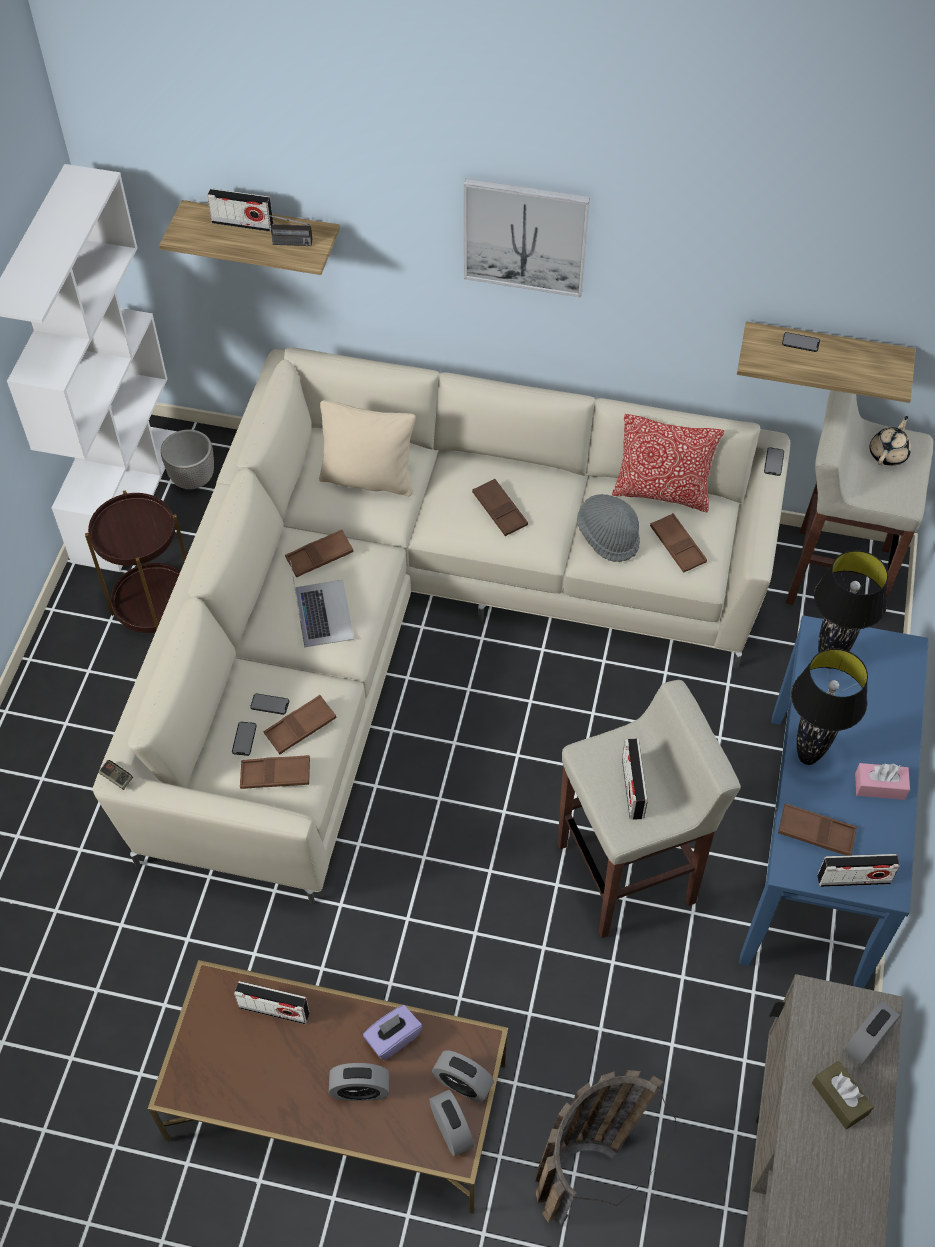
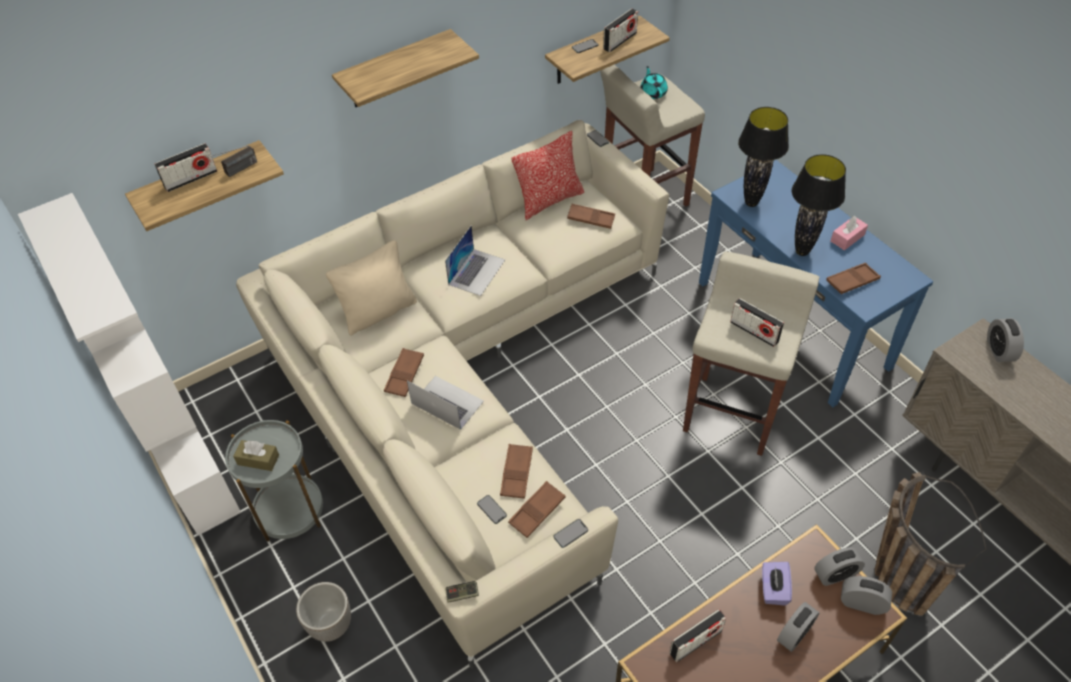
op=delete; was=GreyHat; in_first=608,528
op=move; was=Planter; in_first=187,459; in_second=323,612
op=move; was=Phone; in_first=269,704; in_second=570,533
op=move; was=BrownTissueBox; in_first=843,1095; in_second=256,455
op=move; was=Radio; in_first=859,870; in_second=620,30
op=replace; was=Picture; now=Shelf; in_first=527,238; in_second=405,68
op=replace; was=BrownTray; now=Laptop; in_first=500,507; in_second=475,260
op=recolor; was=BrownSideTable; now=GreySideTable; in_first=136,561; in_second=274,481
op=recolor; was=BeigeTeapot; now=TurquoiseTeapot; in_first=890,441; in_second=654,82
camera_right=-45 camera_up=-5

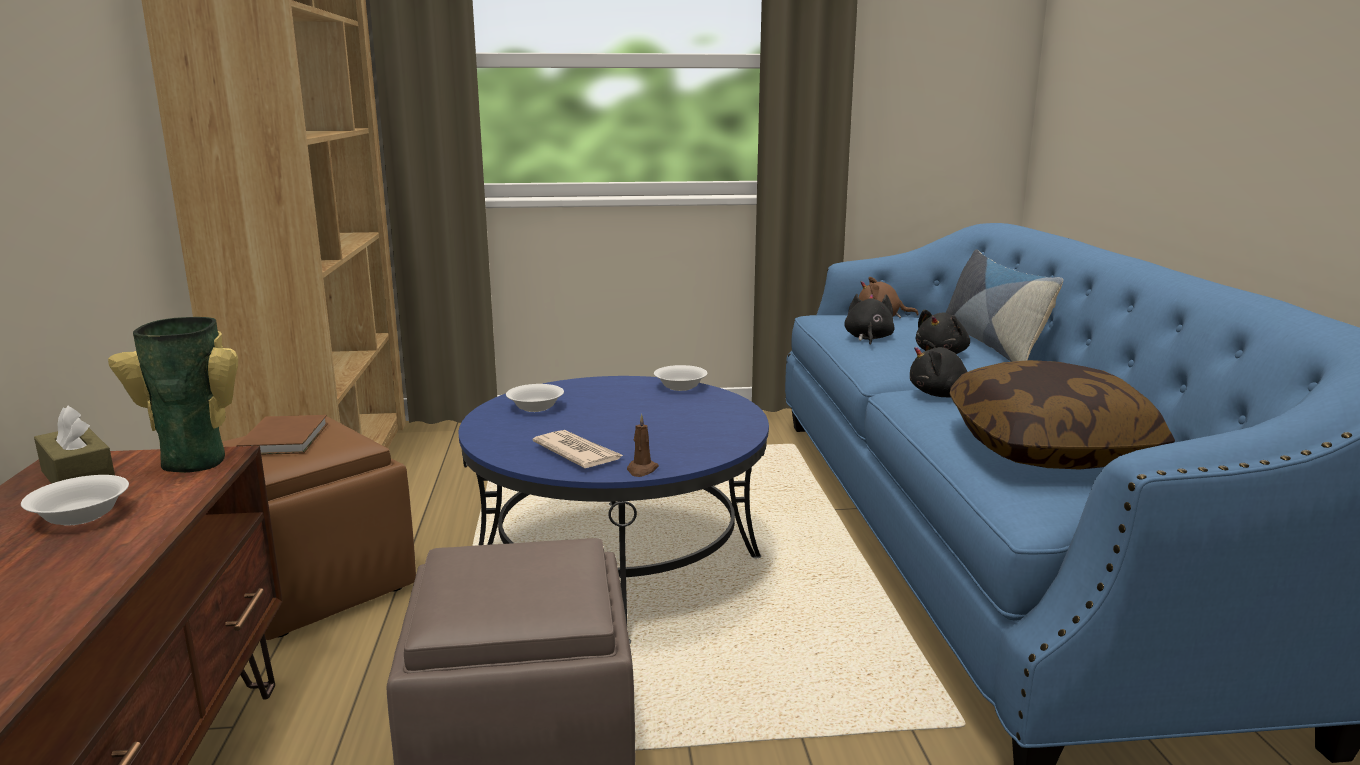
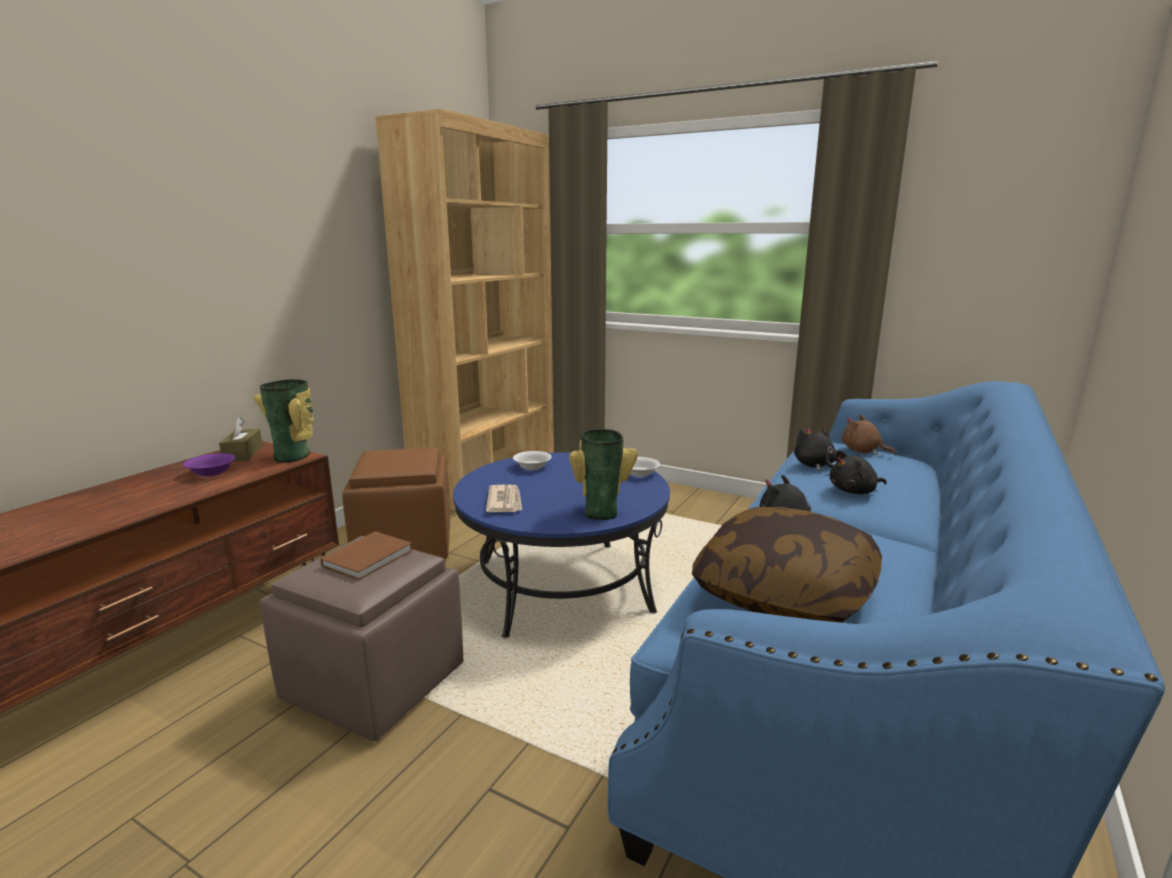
op=delete; was=BrownCandle; in_first=643,445
op=delete; was=Pillow; in_first=1004,305
op=insert; now=Vase; in_second=603,474
op=move; was=BrownBook; in_first=282,435; in_second=366,555
op=recolor; was=WhiteBowl; now=PurpleBowl; in_first=75,500; in_second=209,465
op=rotate; was=BlackPlushToy; in_first=869,319; in_second=815,448; clockwise=-60
camera_right=35 camera_up=0

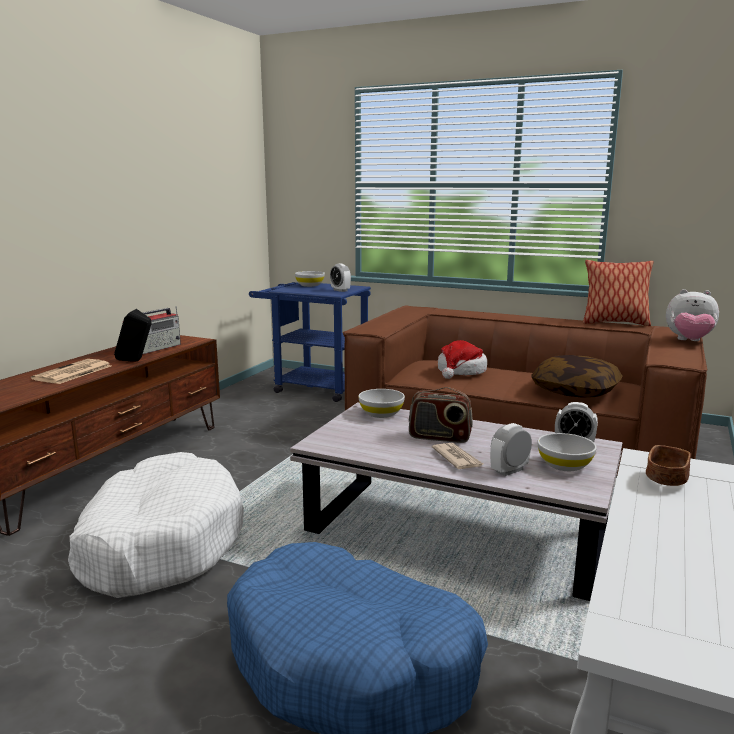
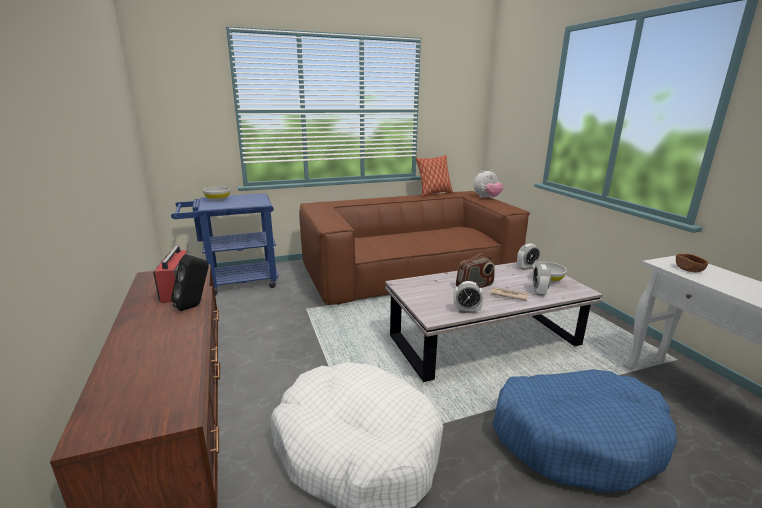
op=delete; was=Newspaper; in_first=71,371
op=delete; was=WhiteBowl; in_first=381,403
op=delete; was=Hat; in_first=462,359
op=delete; was=Pillow; in_first=577,376
op=move; was=AlarmClock; in_first=340,278; in_second=468,297
camera_right=-45 camera_up=5

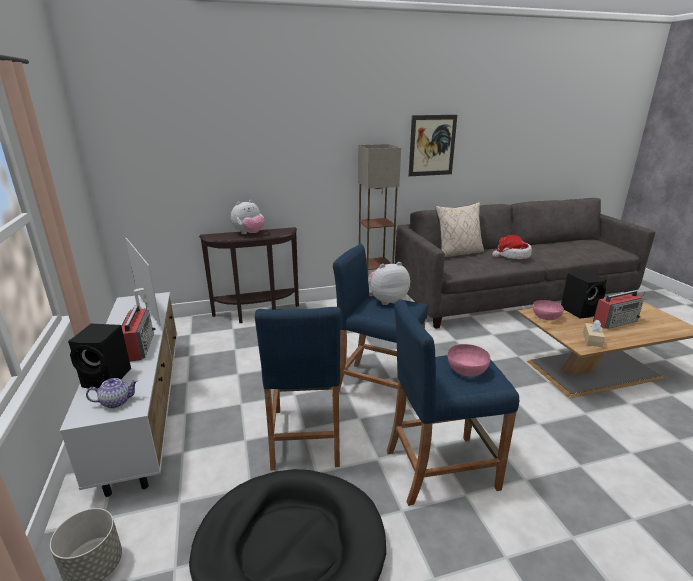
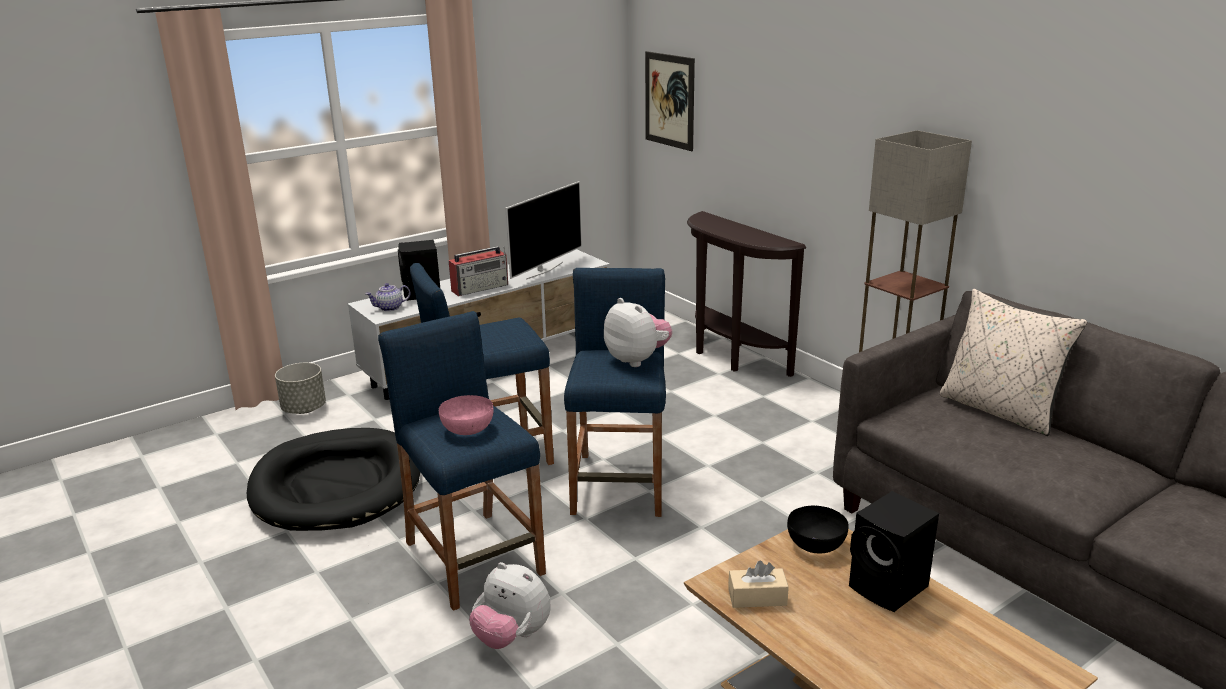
op=delete; was=Hat; in_first=512,247
op=delete; was=Radio; in_first=619,309
op=move; was=PlushToy; in_first=248,217; in_second=510,605
op=move; was=Picture; in_first=433,145; in_second=670,101
op=recolor; was=PinkBowl; now=BlackBowl; in_first=548,310; in_second=817,529
op=rotate; was=Teapot; in_first=112,393; in_second=388,297; clockwise=105
camera_right=70 camera_up=0

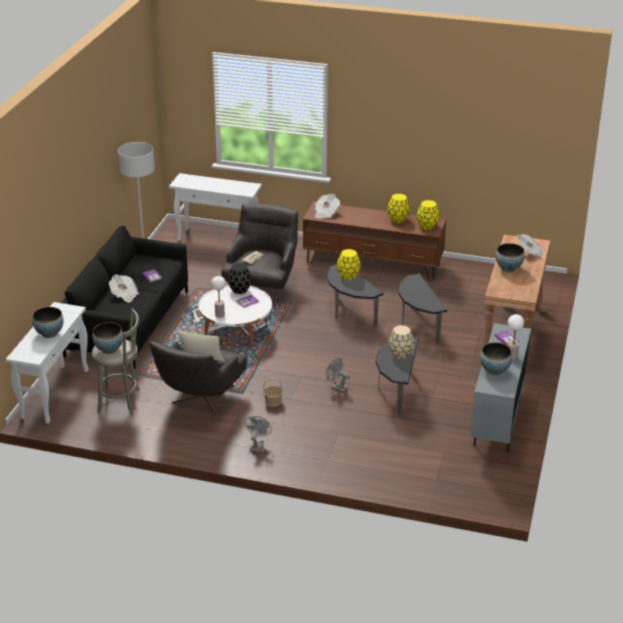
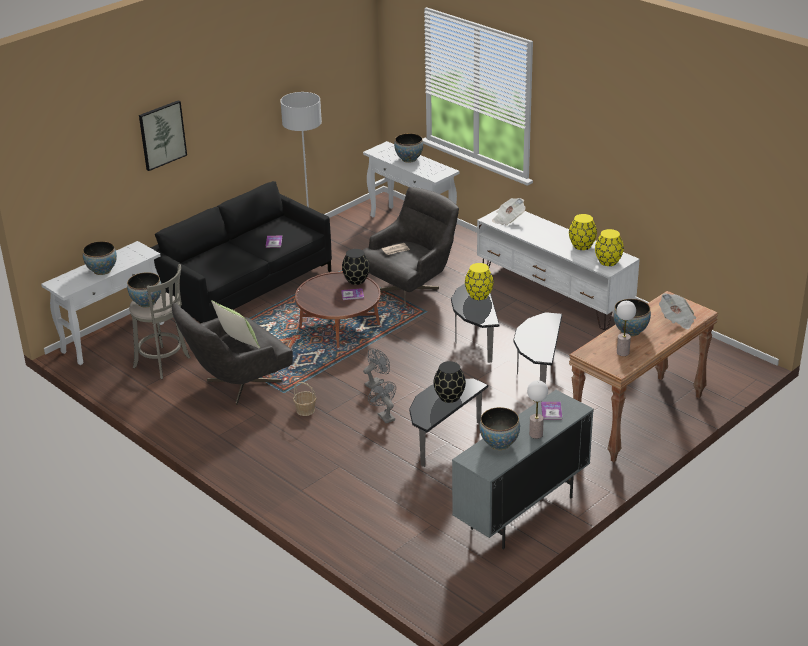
op=delete; was=Newspaper; in_first=124,288
op=insert; now=Picture; in_second=163,135
op=insert; now=Bowl; in_second=408,148
op=move; was=TableLamp; in_first=218,297; in_second=626,328
op=move; was=GreyFan; in_first=258,434; in_second=376,368
op=recolor; was=WhiteCoffeeTable; now=BrownCoffeeTable; in_first=235,316; in_second=338,310
op=recolor; was=BrownTvStand; now=WhiteTvStand; in_first=374,241; in_second=558,269
op=recolor; was=BeigeVase; now=BlackVase; in_first=401,342; in_second=450,382
camera_right=30 camera_up=0

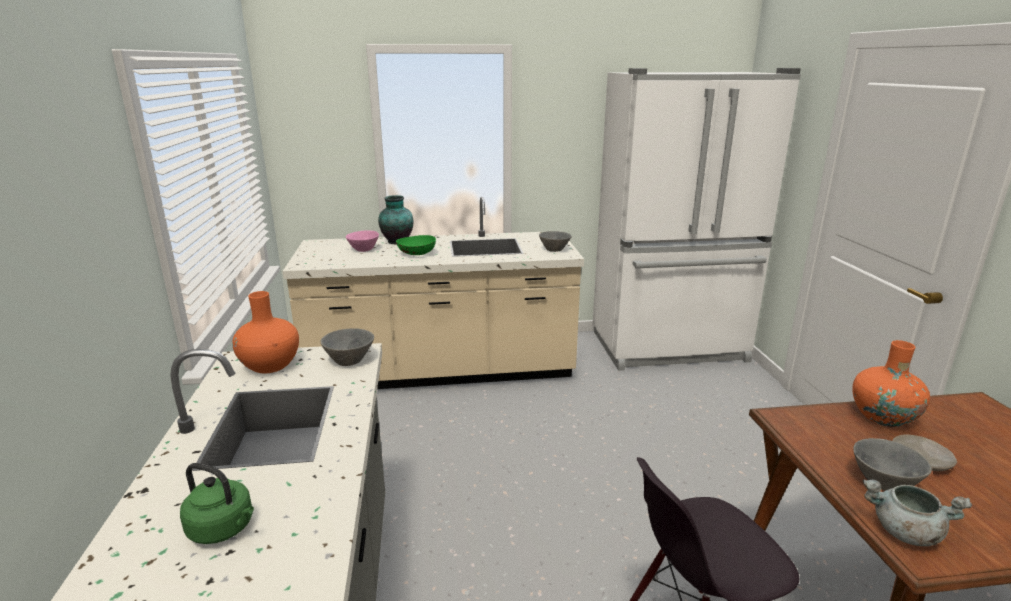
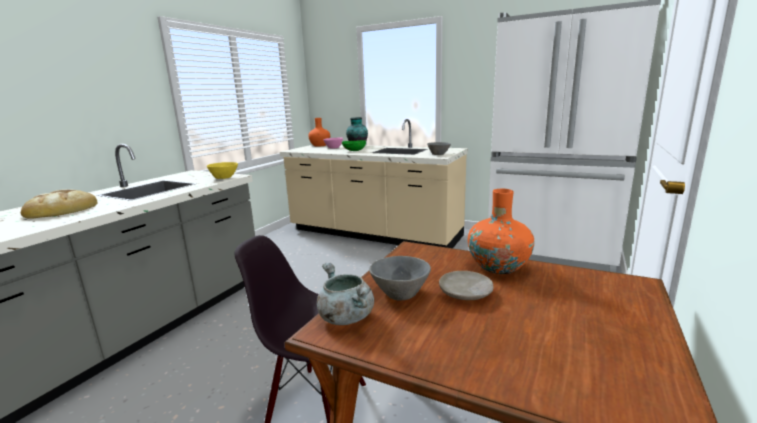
op=move; was=OrangeVase; in_first=265,332; in_second=319,132
op=replace; was=GreenKettle; now=Bread; in_first=217,503; in_second=59,204
op=recolor; was=GreyBowl; now=YellowBowl; in_first=347,347; in_second=222,170
camera_right=35 camera_up=-5

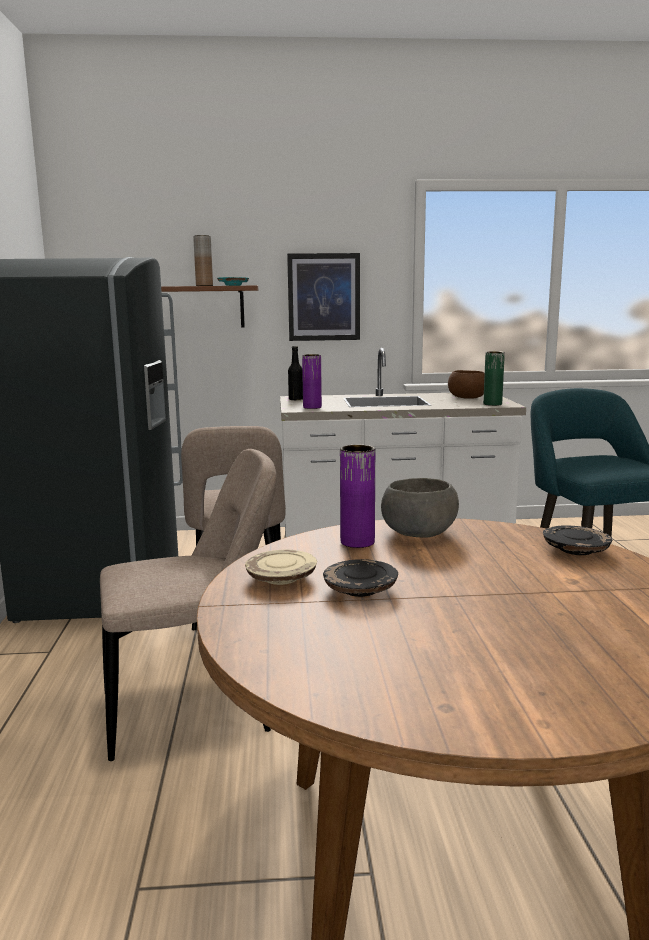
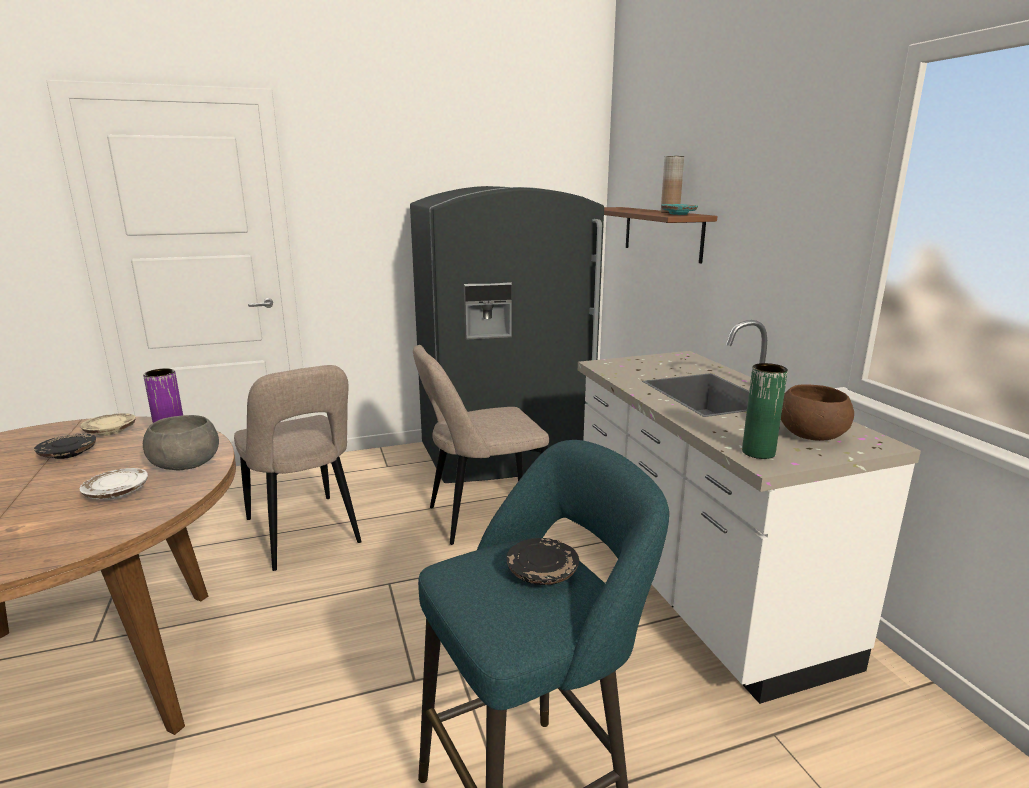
op=delete; was=Picture; in_first=323,297
op=delete; was=BlackBottle; in_first=295,373
op=delete; was=PurpleVase; in_first=312,381
op=insert; now=WhitePlate; in_second=113,484
op=move; was=BlackPlate; in_first=577,540; in_second=542,561
camera_right=75 camera_up=5

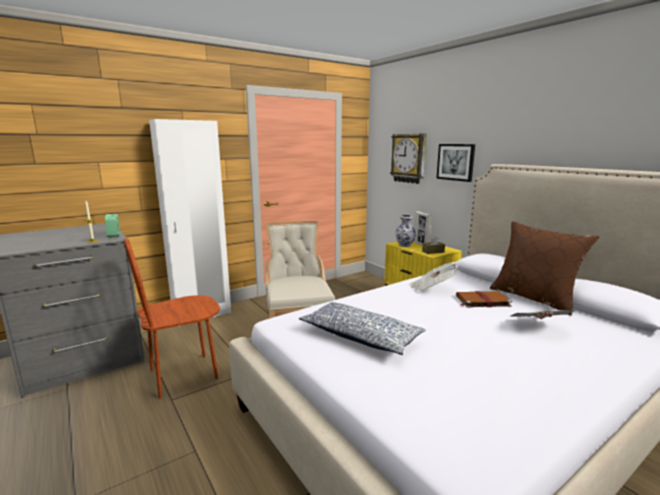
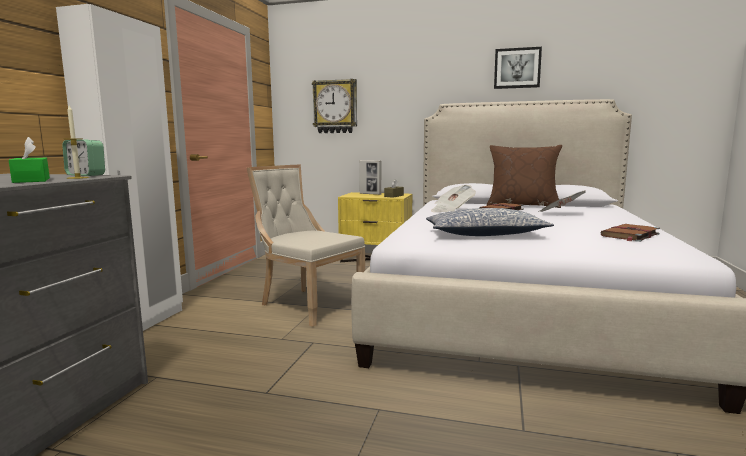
op=delete; was=BrownChair; in_first=172,318
op=delete; was=Vase; in_first=405,231
op=insert; now=GreenTissueBox; in_second=29,160
op=insert; now=BrownBook; in_second=630,233
op=move; was=Picture; in_first=455,163; in_second=518,68
camera_right=-40 camera_up=-5

